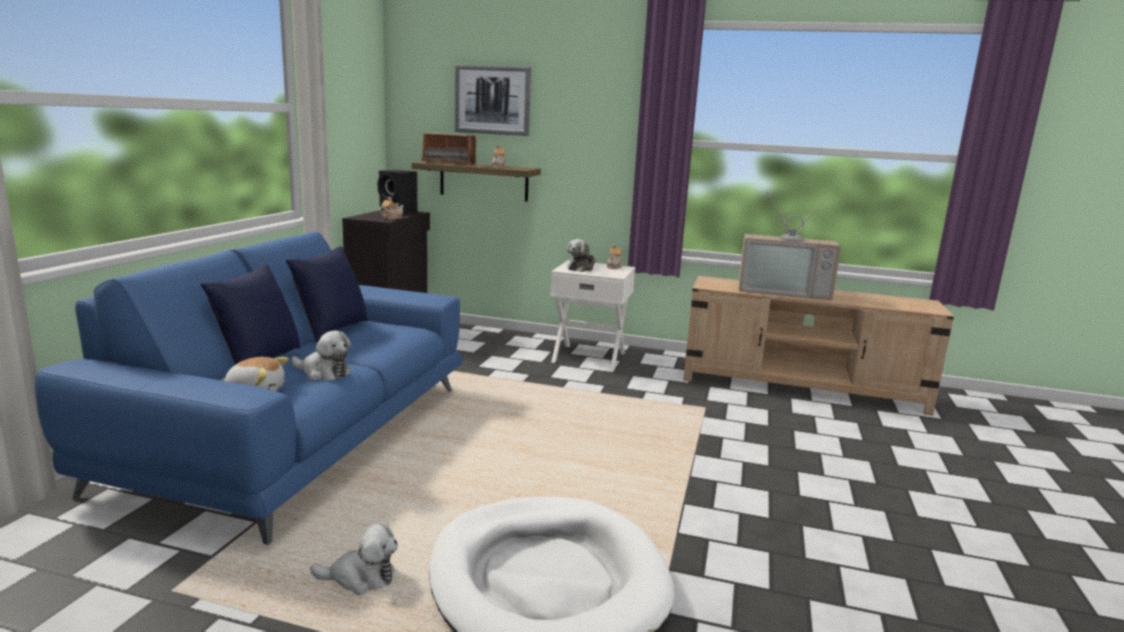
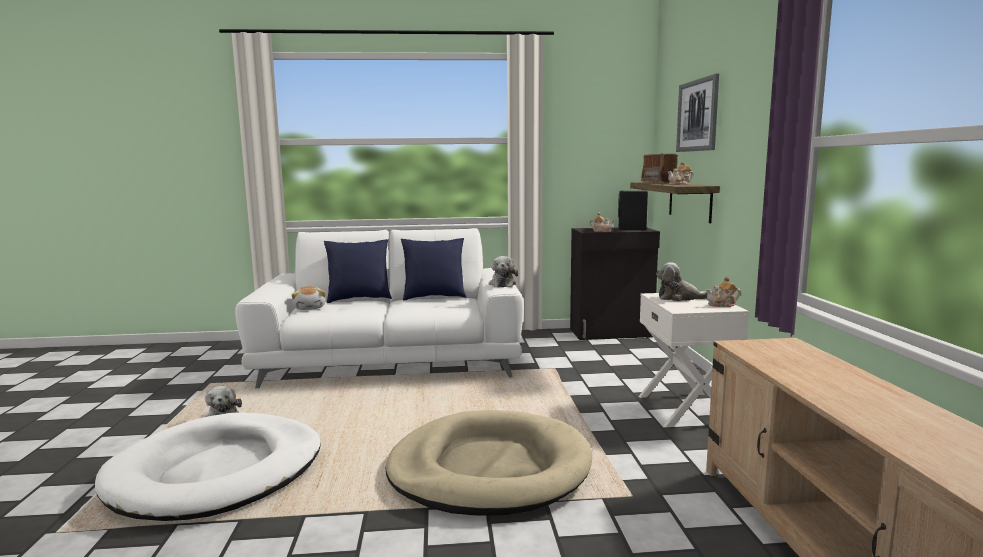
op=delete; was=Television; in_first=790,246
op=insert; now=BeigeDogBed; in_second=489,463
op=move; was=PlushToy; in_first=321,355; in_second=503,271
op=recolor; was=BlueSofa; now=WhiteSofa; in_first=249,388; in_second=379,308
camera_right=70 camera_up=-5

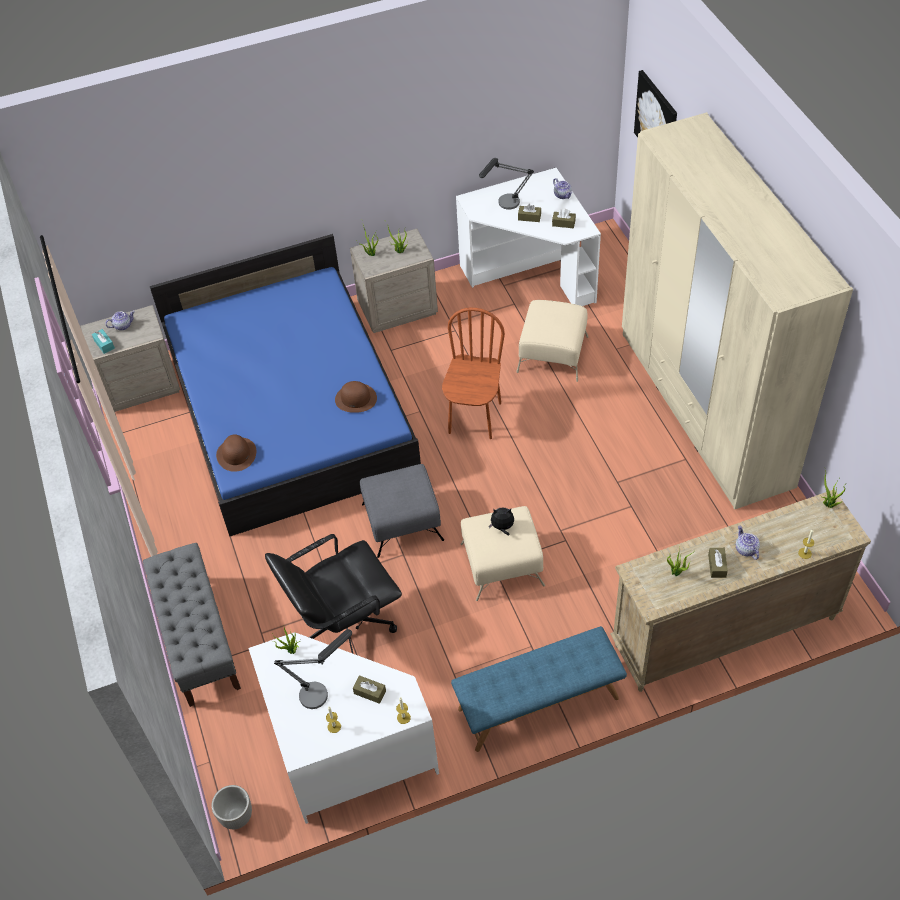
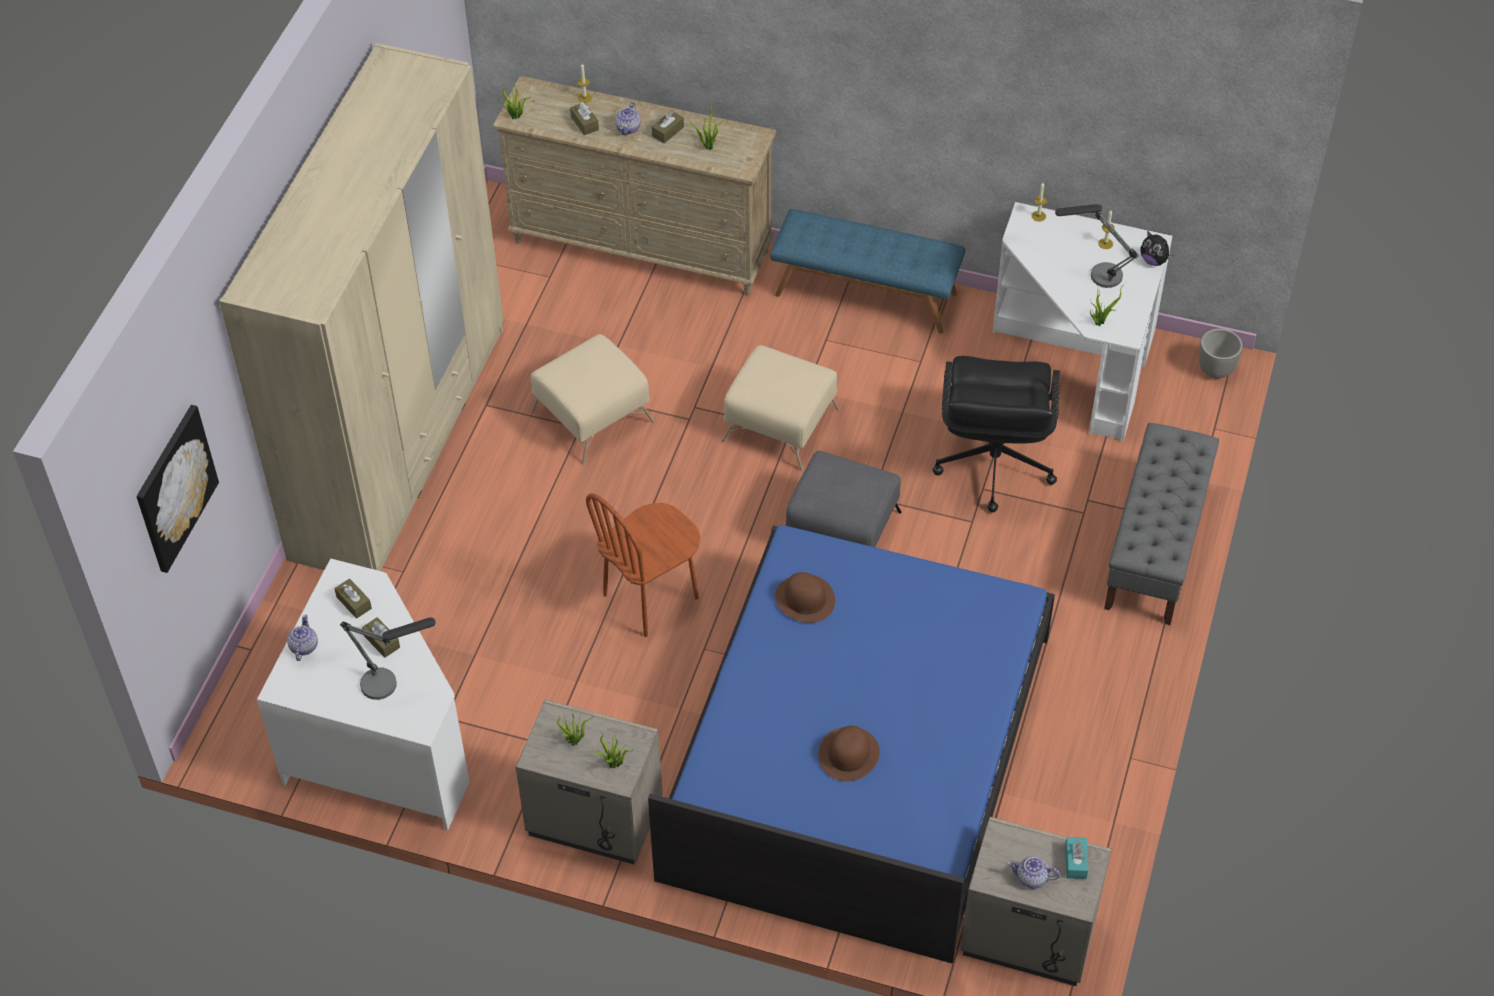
op=move; was=BrownHat; in_first=236,453; in_second=849,753
op=move; was=BrownTissueBox; in_first=369,689; in_second=584,118
op=move; was=PlushToy; in_first=501,521; in_second=1157,249
op=move; was=BeigeOttoman; in_first=552,341; in_second=593,399
op=rotate; was=BlackOfficeChair; in_first=333,594; in_second=996,434; clockwise=90
camera_right=-145 camera_up=0

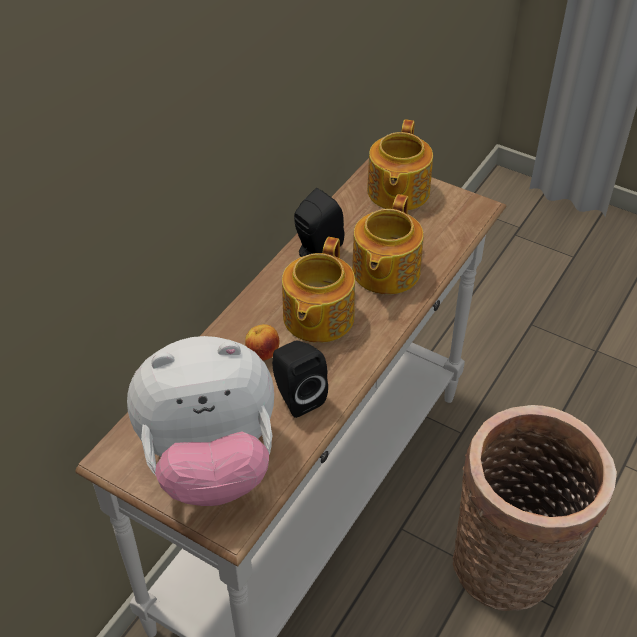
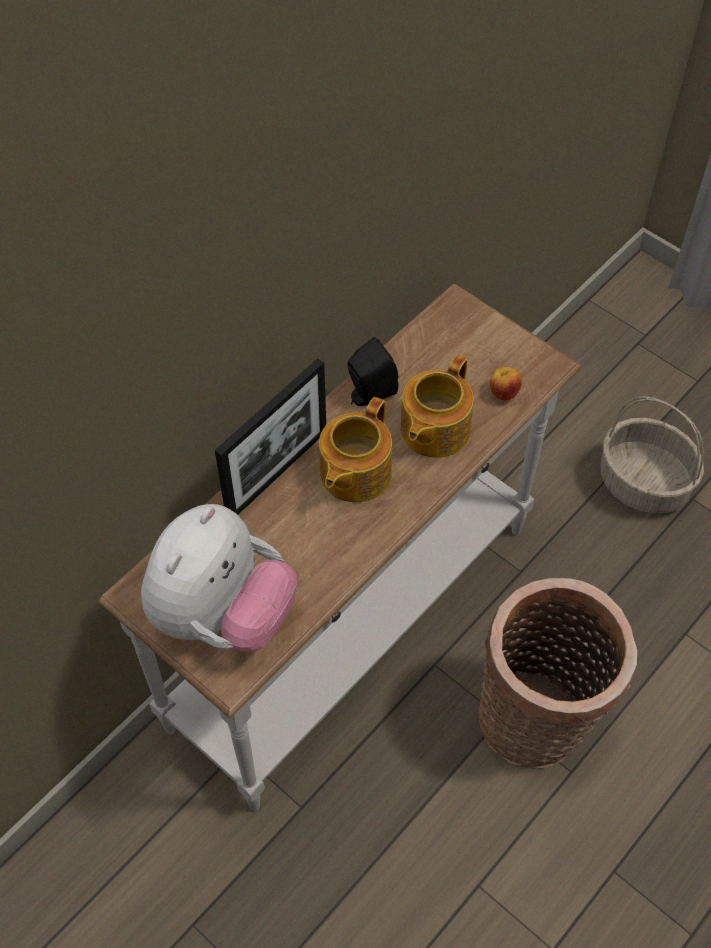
op=delete; was=BlackSpeaker; in_first=300,379
op=delete; was=Teapot; in_first=400,164
op=insert; now=PictureFrame; in_second=270,436
op=insert; now=Basket; in_second=652,455
op=move; was=Apple; in_first=262,342; in_second=506,383
op=rotate; was=PlushToy; in_first=200,421; in_second=219,577; clockwise=-60
camera_right=10 camera_up=10

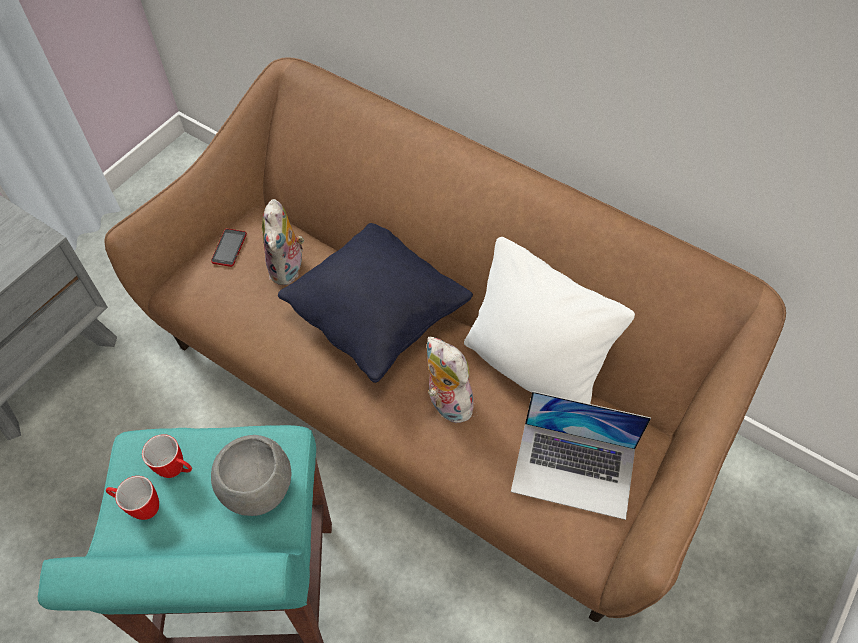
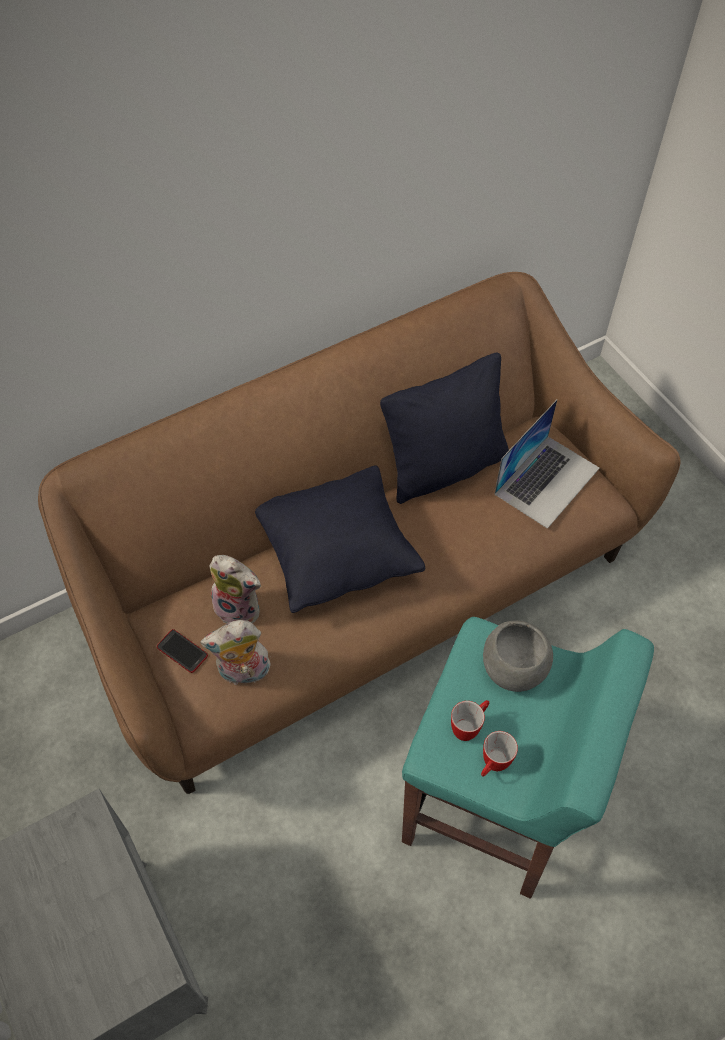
op=move; was=PlushToy; in_first=450,380; in_second=235,652
op=recolor; was=WhitePillow; now=BlackPillow; in_first=549,320; in_second=444,428
camera_right=-65 camera_up=0

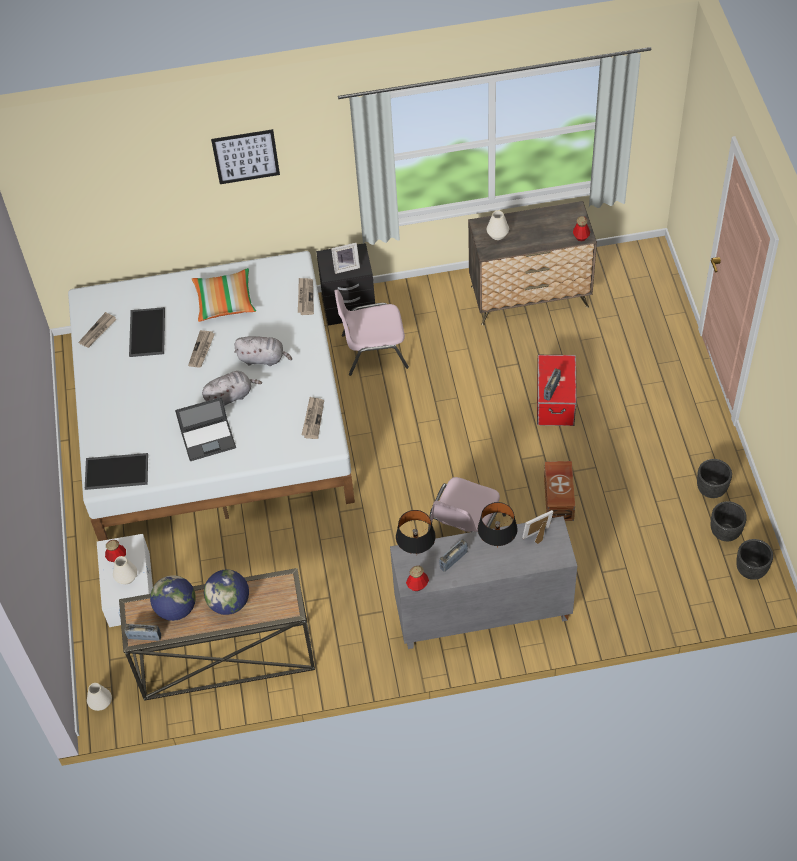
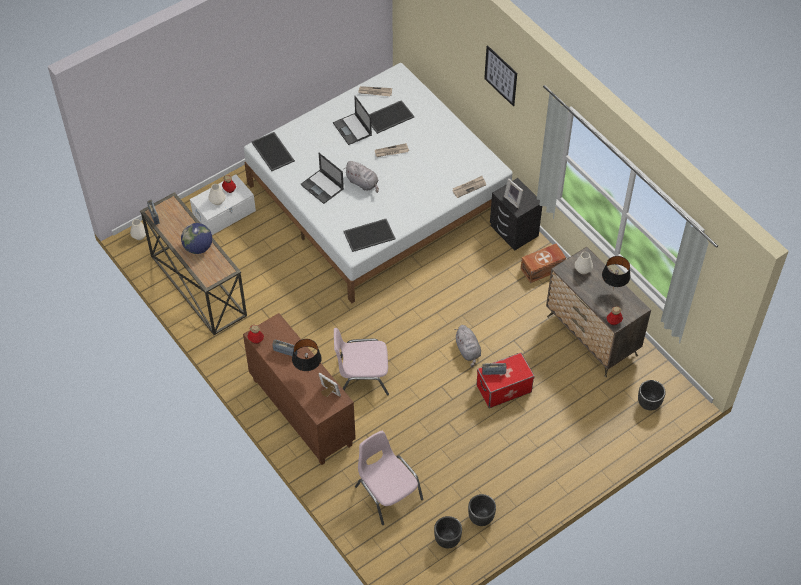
op=delete; was=Globe; in_first=173,598
op=delete; was=Pillow; in_first=224,295
op=insert; now=Laptop; in_second=352,120
op=move; was=GreyPlushToy; in_first=263,351; in_second=468,346
op=move; was=PinkChair; in_first=371,333; in_second=389,478
op=move; was=BlackTableLamp; in_first=416,532; in_second=616,273
op=move; was=BrownStorageBox; in_first=559,491; in_second=543,263
op=move; was=BlackPlanter; in_first=754,559; in_second=652,395
op=replace; was=Newspaper; now=Tray; in_first=313,418; in_second=369,235
op=recolor; was=GreyCabinet; now=BrownCabinet; in_first=483,582; in_second=299,389
camera_right=60 camera_up=0

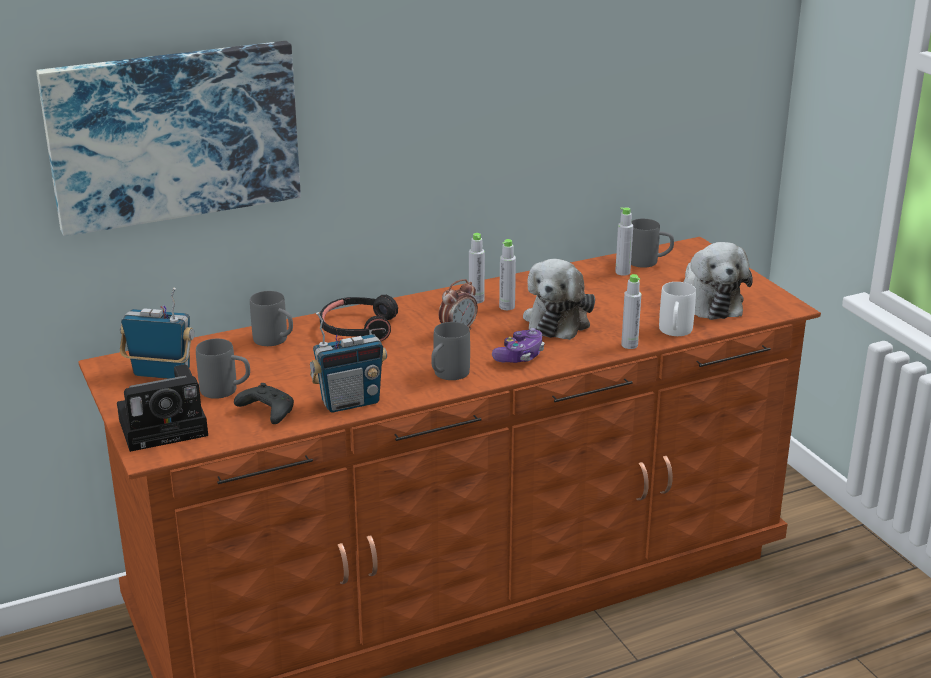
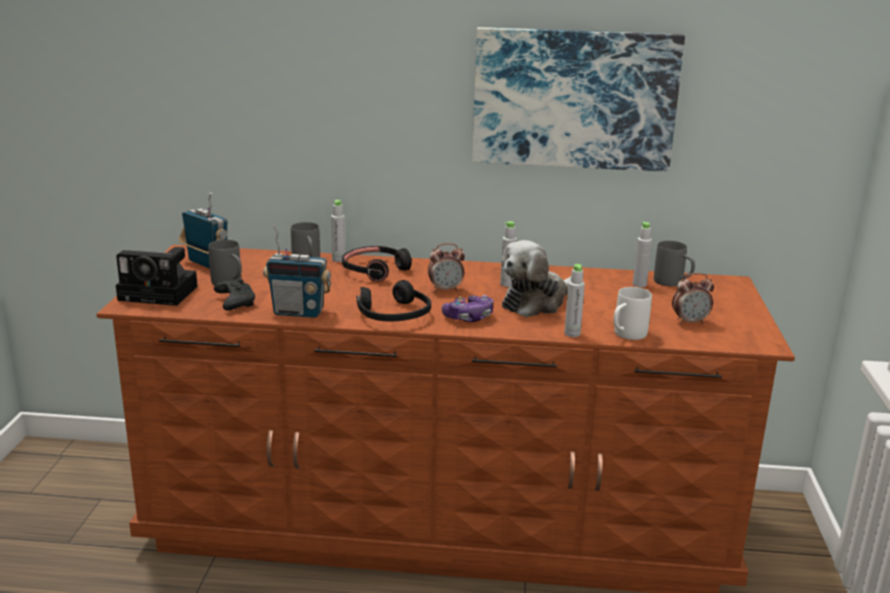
op=move; was=Picture; in_first=168,138; in_second=578,99
op=move; was=GreyBottle; in_first=477,268; in_second=338,231
op=replace; was=GreyMug; now=BlackHeadphones; in_first=450,351; in_second=394,300
op=replace; was=PlushToy; now=AlarmClock; in_first=718,281; in_second=693,299
camera_right=30 camera_up=-5

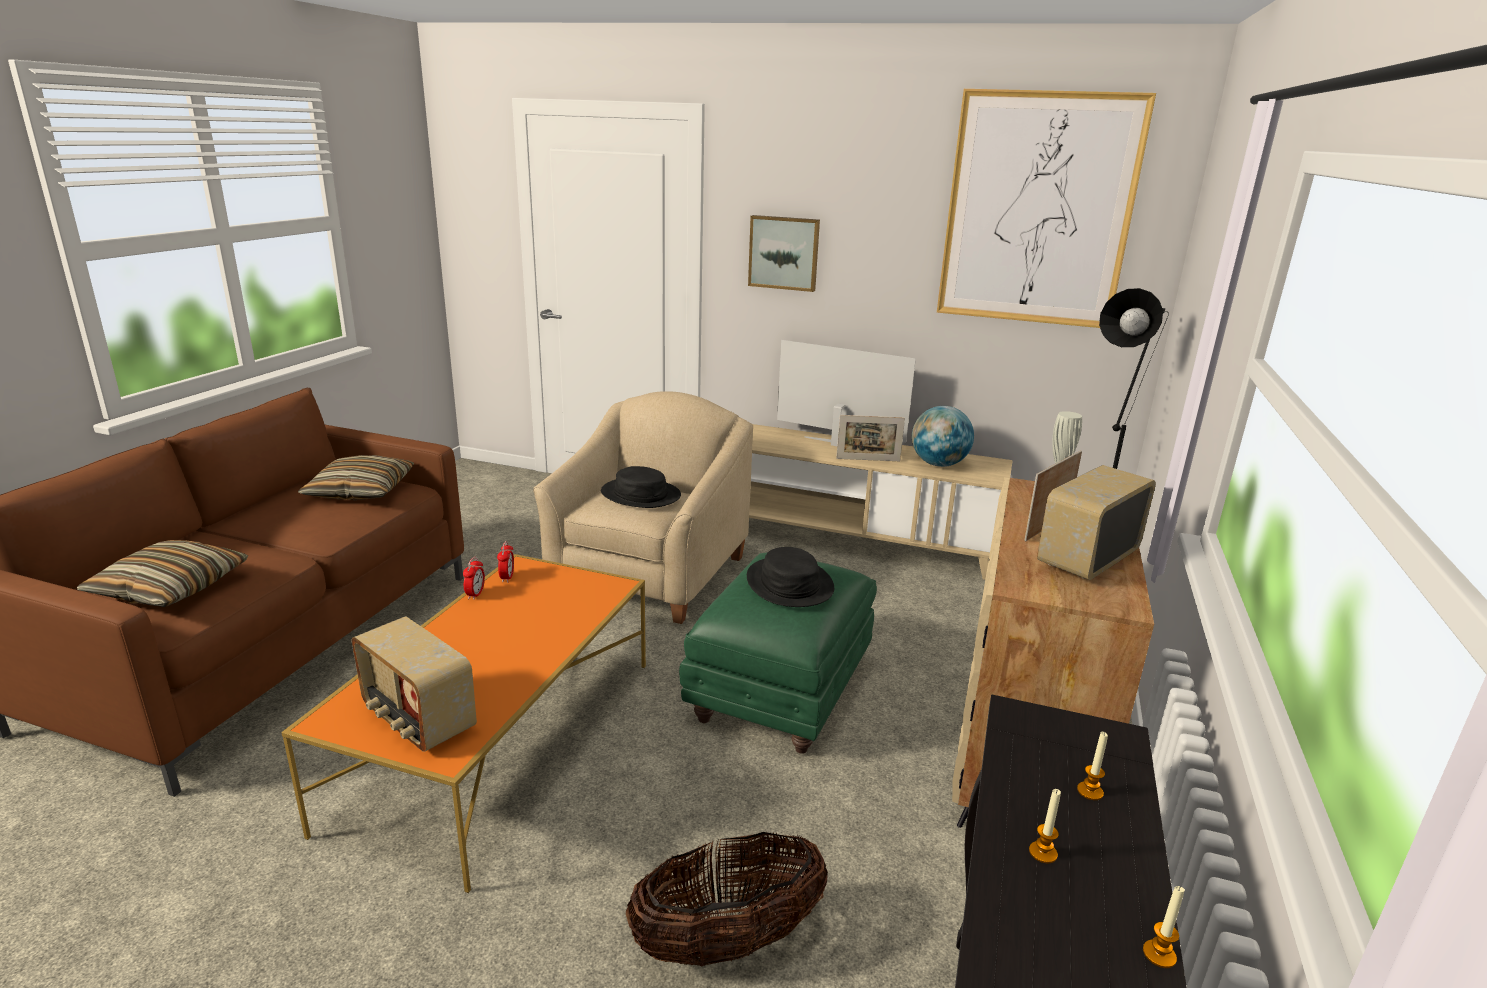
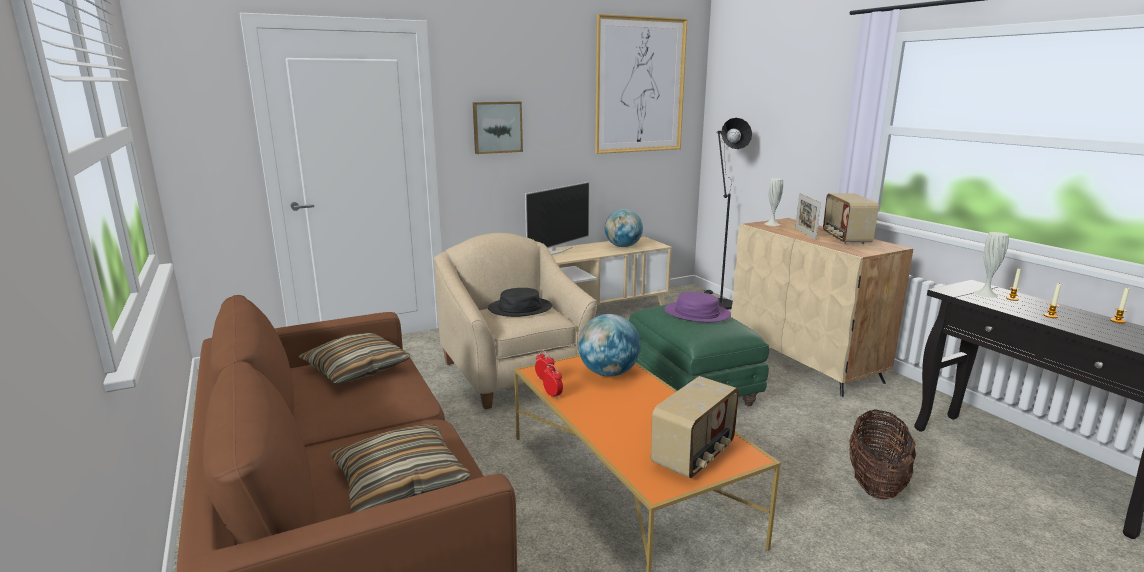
op=delete; was=PictureFrame; in_first=870,438
op=insert; now=Globe; in_second=609,345
op=insert; now=WhiteVase; in_second=991,265
op=recolor; was=BlackHat; now=PurpleHat; in_first=790,577; in_second=697,307
op=rotate; was=Radio; in_first=414,684; in_second=695,427; clockwise=-45
op=rotate; was=Television; in_first=846,393; in_second=557,218; clockwise=150
camera_right=-45 camera_up=-5

